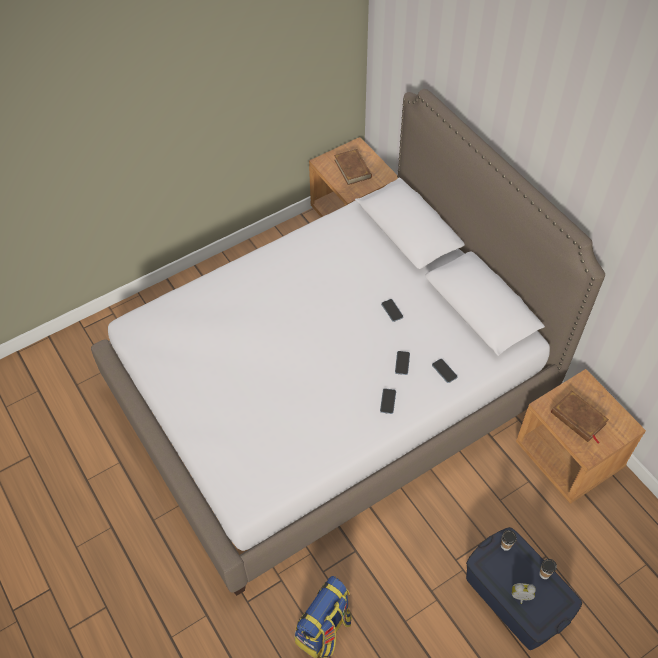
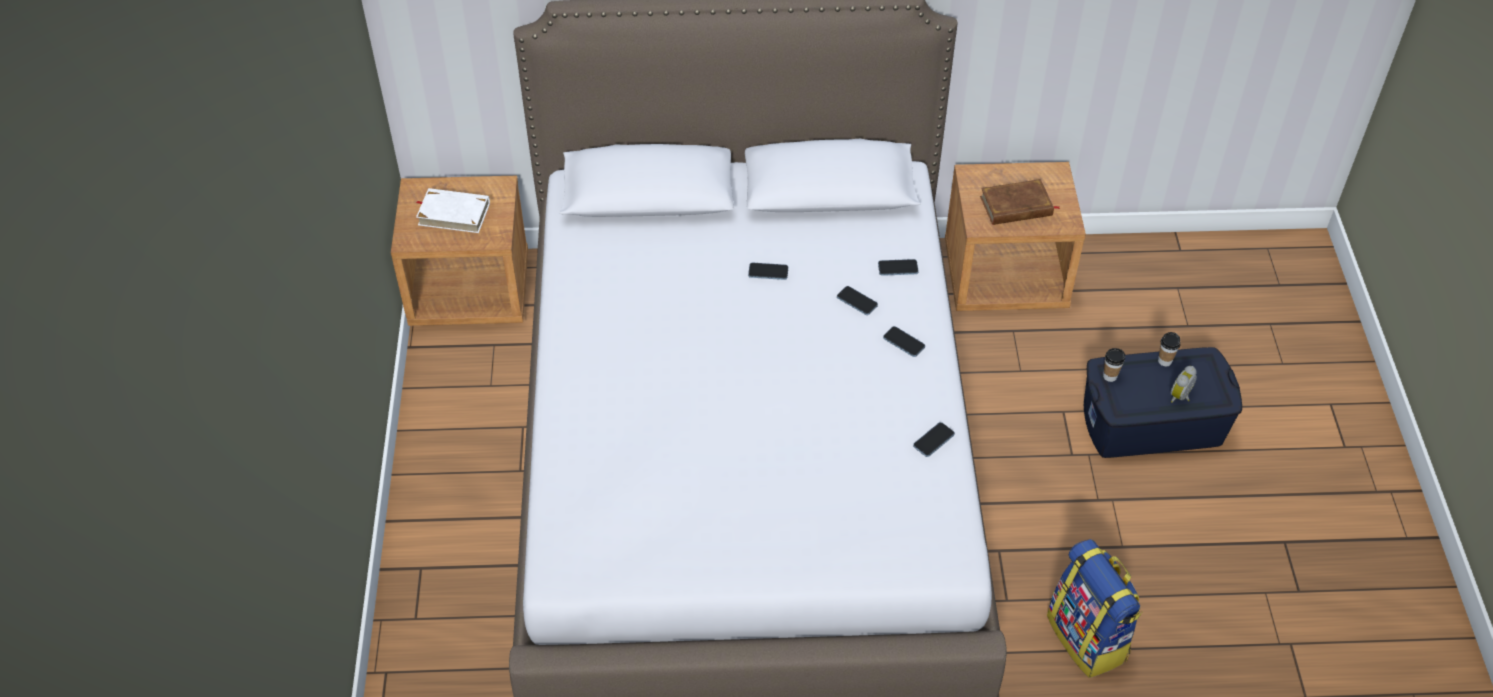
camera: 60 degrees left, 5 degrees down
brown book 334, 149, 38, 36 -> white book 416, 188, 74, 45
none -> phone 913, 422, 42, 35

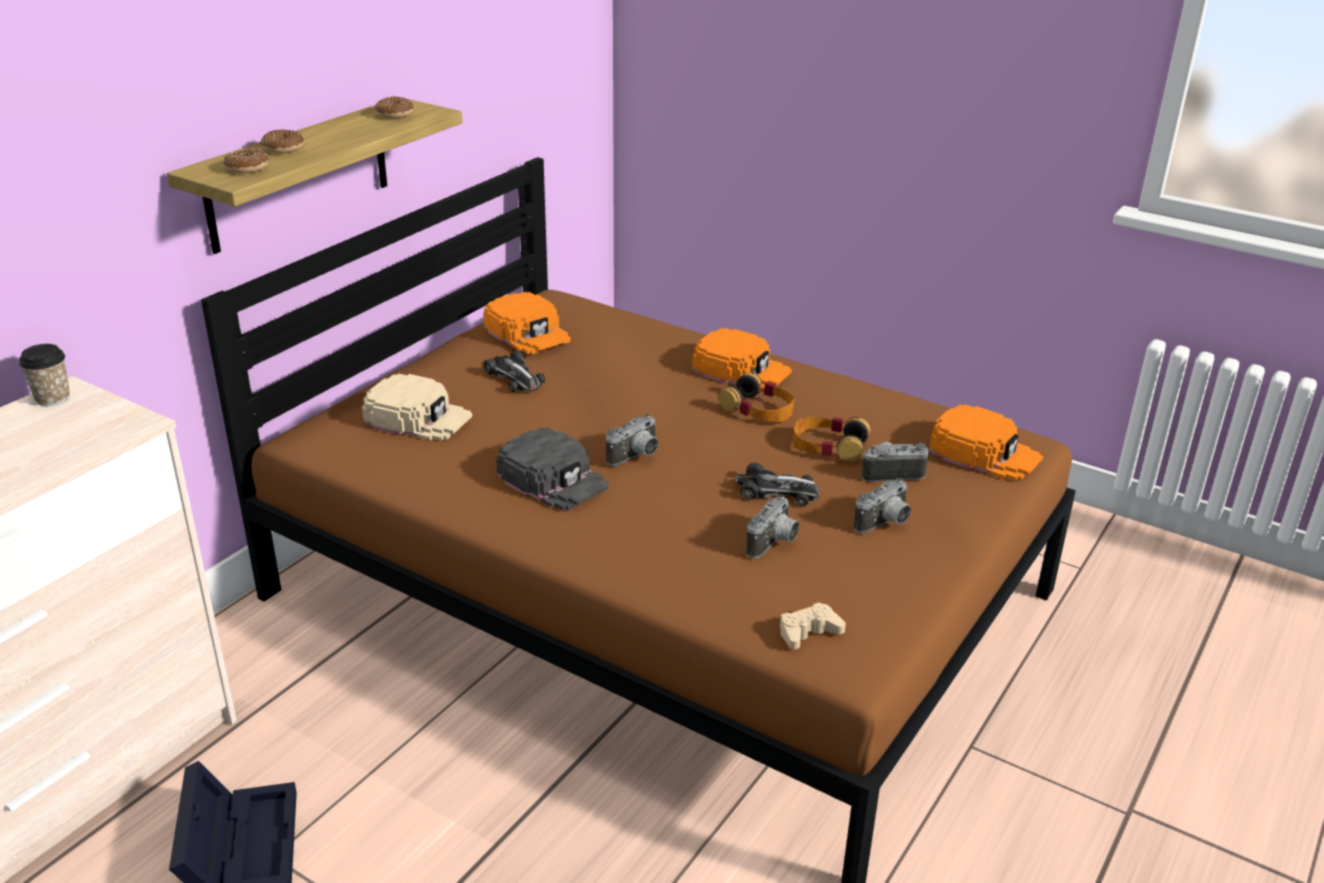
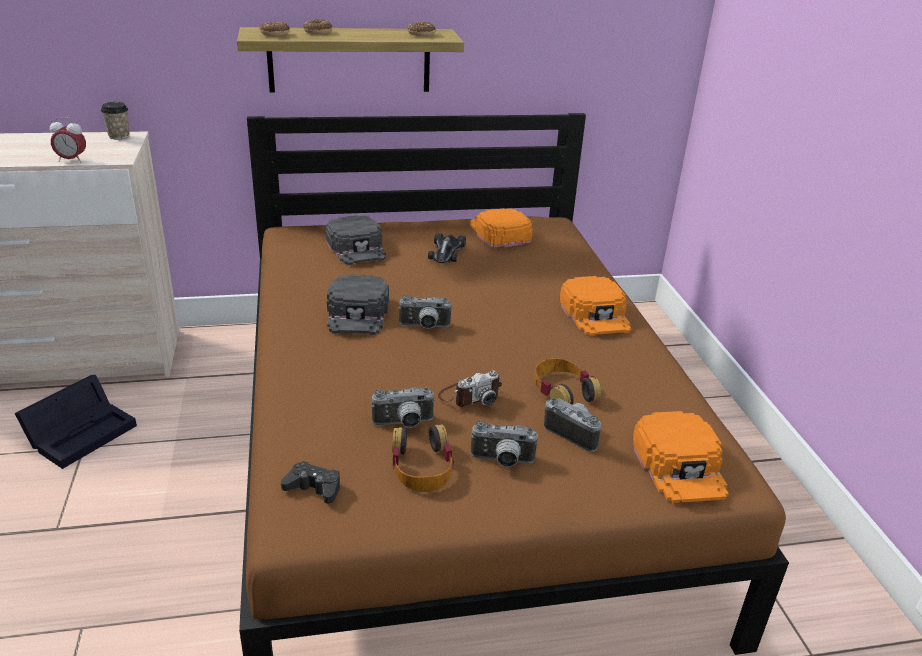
camera: 45 degrees right, 0 degrees up
orange cap 483, 292, 88, 62 -> orange cap 470, 208, 63, 40, 150 degrees clockwise
beige cap 362, 373, 110, 68 -> black cap 326, 215, 60, 50
headphones 719, 373, 75, 49 -> headphones 392, 425, 62, 67, relocated
toy car 734, 463, 86, 43 -> photo camera 438, 371, 64, 36
beige game controller 780, 602, 66, 47 -> black game controller 281, 461, 59, 43
none -> alarm clock 50, 117, 36, 46

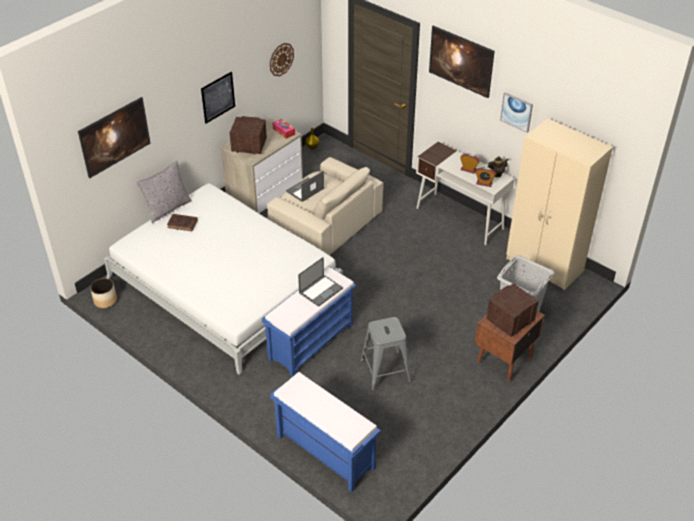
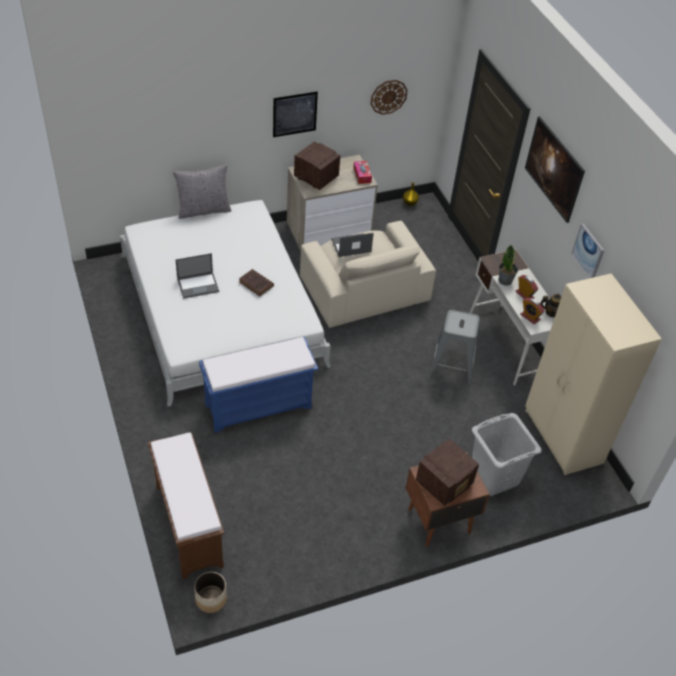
camera: 25 degrees right, 5 degrees up
picture 78, 97, 72, 81 -> none
brown book 167, 214, 31, 17 -> brown book 239, 269, 35, 28, relocated
laptop 298, 257, 45, 50 -> laptop 176, 253, 43, 46, relocated
planter 90, 278, 27, 30 -> planter 194, 572, 33, 41, relocated
radio 486, 283, 53, 54 -> radio 416, 439, 63, 67, 150 degrees clockwise
grey stool 361, 317, 50, 74 -> grey stool 429, 310, 51, 75, relocated
blue bench 270, 372, 111, 120 -> brown bench 148, 432, 76, 147
none -> potted plant 498, 245, 20, 41

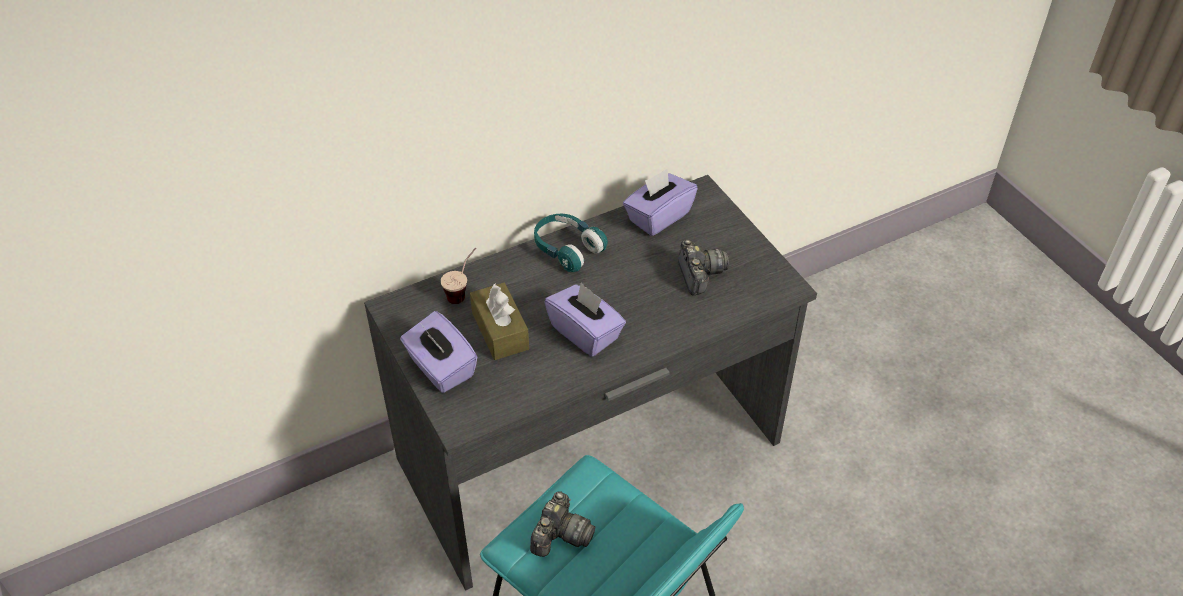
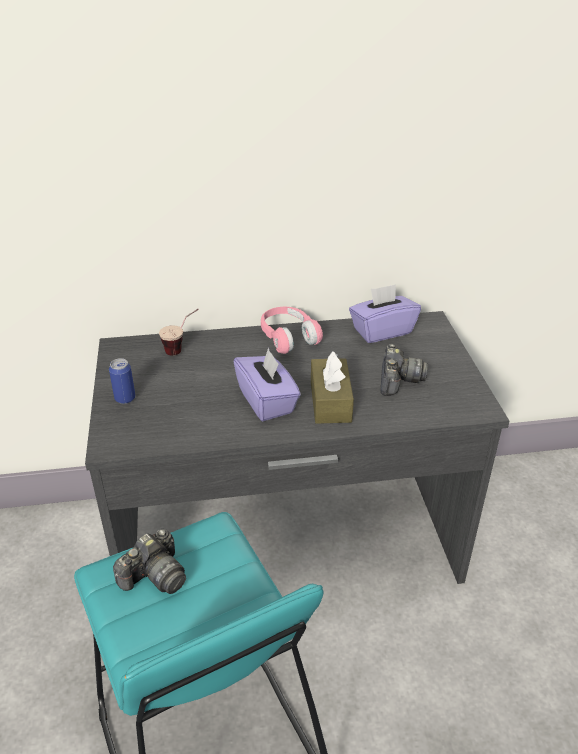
camera: 20 degrees right, 10 degrees down
turquoise headphones 534, 214, 74, 58 -> pink headphones 261, 307, 62, 47
brown tissue box 470, 283, 59, 77 -> brown tissue box 311, 351, 43, 73, relocated
purple tissue box 400, 311, 77, 82 -> can 109, 358, 26, 46

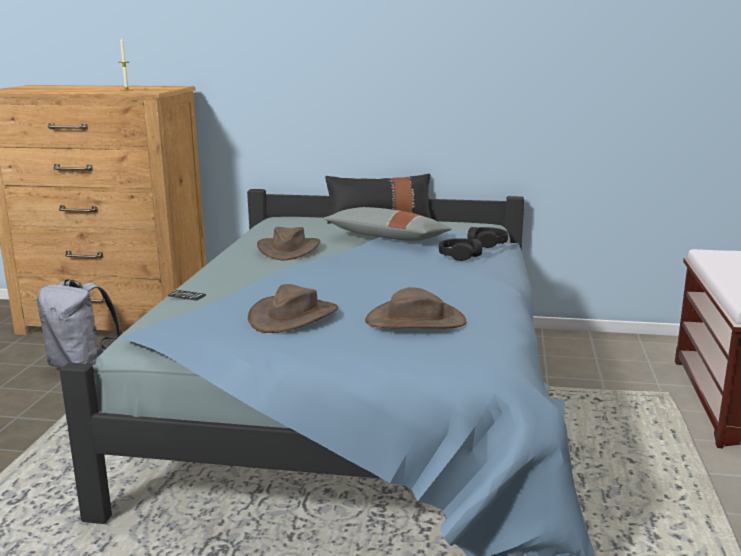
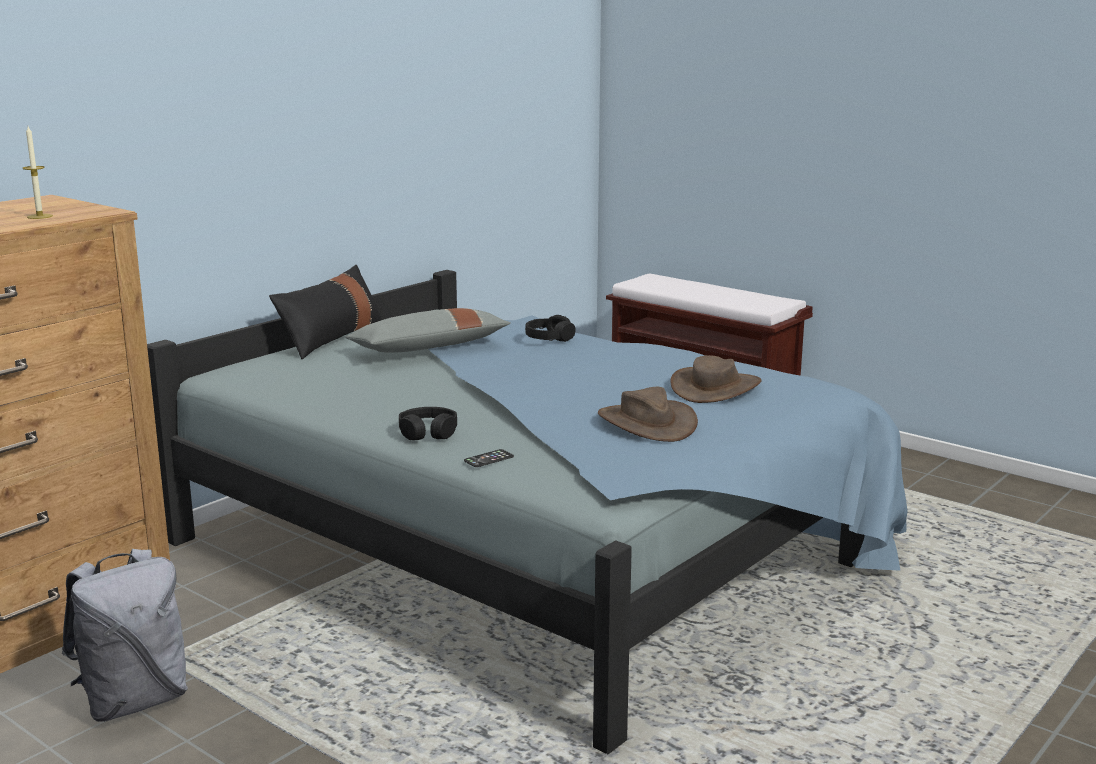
camera: 60 degrees left, 0 degrees up
brown hat 257, 227, 63, 33 -> none
black headphones 467, 227, 41, 21 -> black headphones 399, 407, 58, 33, relocated

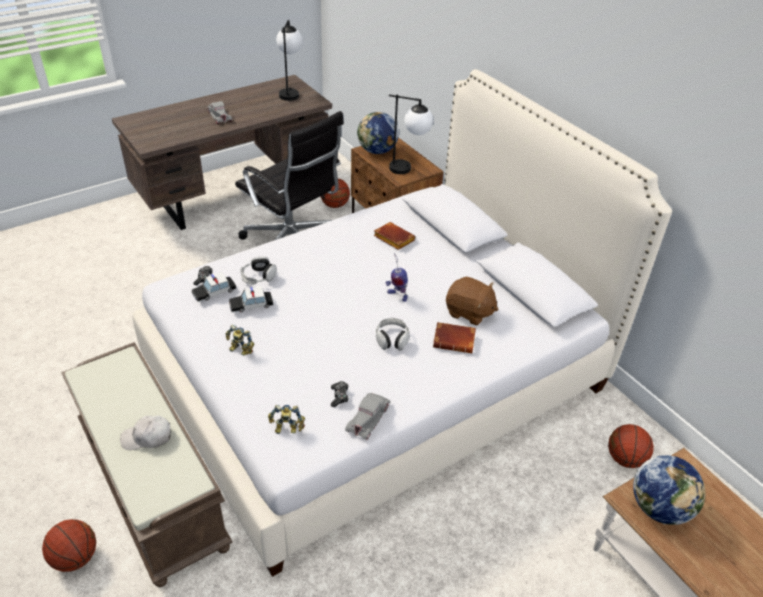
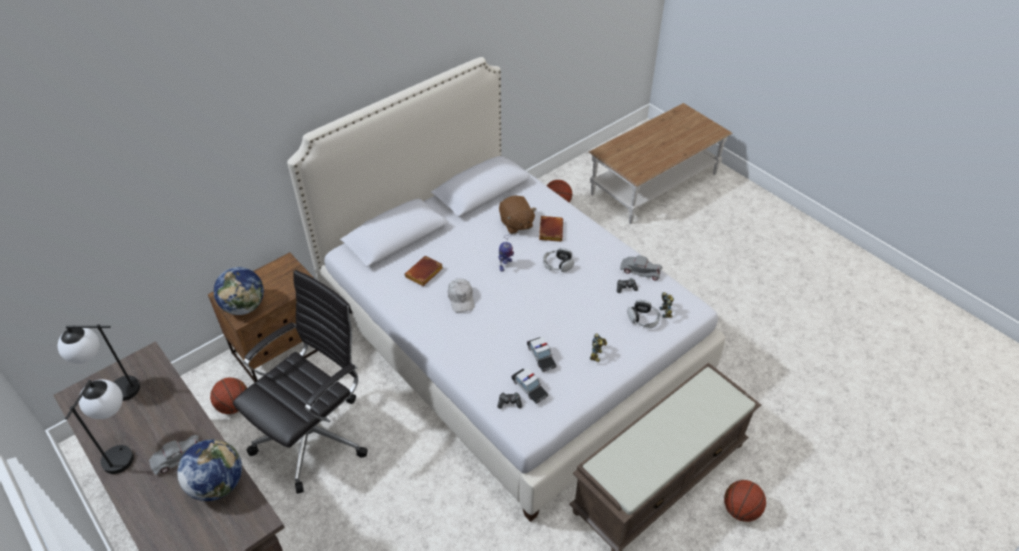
camera: 95 degrees left, 5 degrees up
table lamp 389, 94, 44, 80 -> table lamp 65, 379, 69, 95, relocated
headphones 240, 257, 37, 28 -> headphones 627, 300, 33, 28, relocated
brown plush toy 446, 277, 52, 49 -> brown plush toy 499, 196, 37, 38, 135 degrees clockwise
white cap 120, 415, 51, 35 -> white cap 448, 279, 26, 33, relocated
globe 633, 455, 72, 70 -> globe 177, 439, 65, 62, relocated

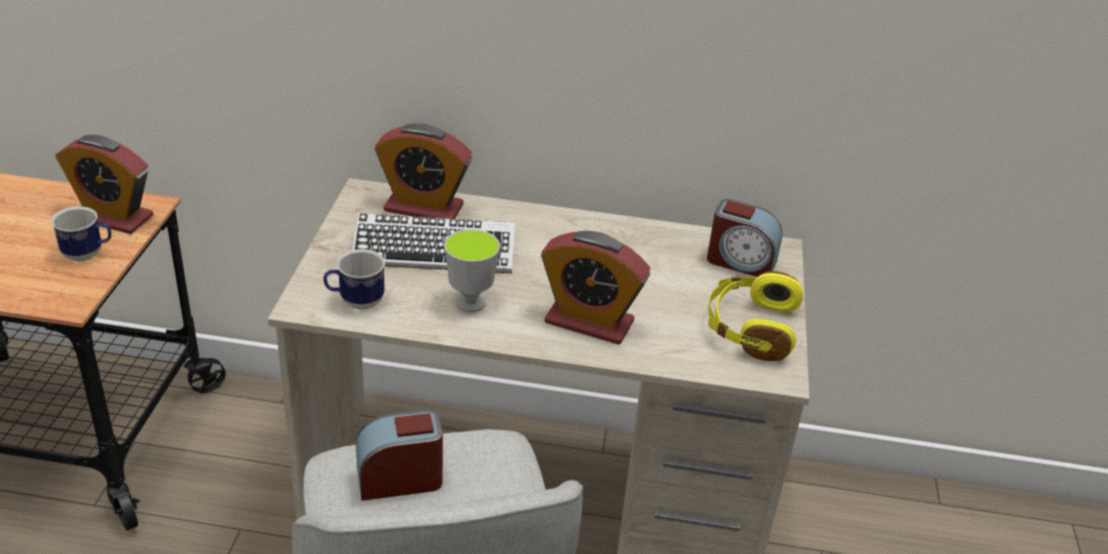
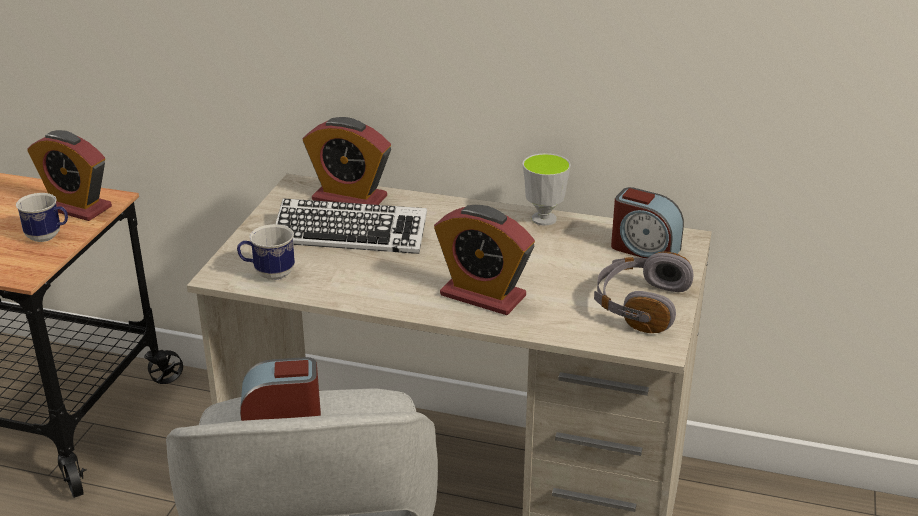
camera: 10 degrees right, 5 degrees down
cup 444, 229, 56, 83 -> cup 523, 153, 48, 73, relocated
yellow headphones 708, 271, 95, 90 -> grey headphones 594, 251, 99, 82

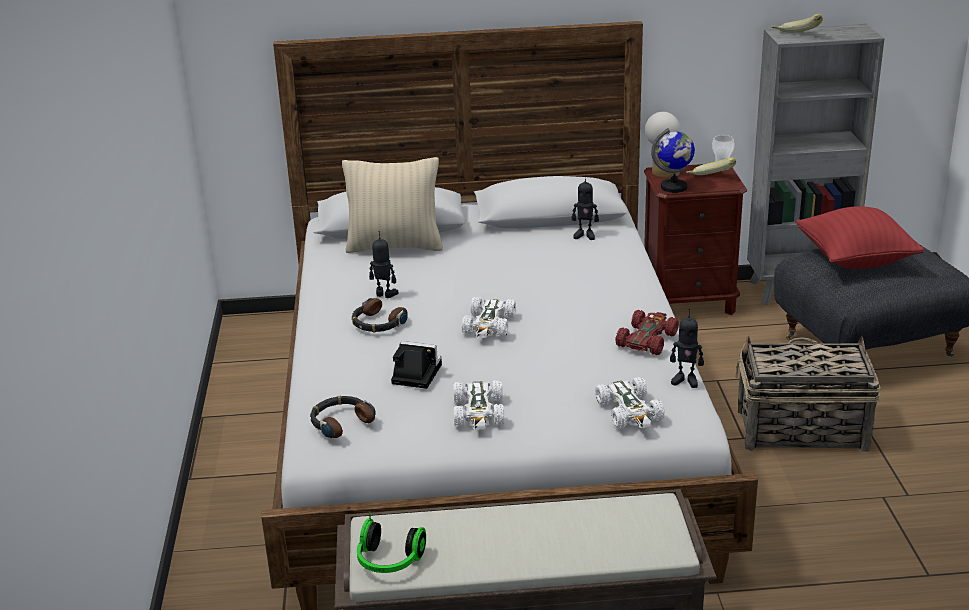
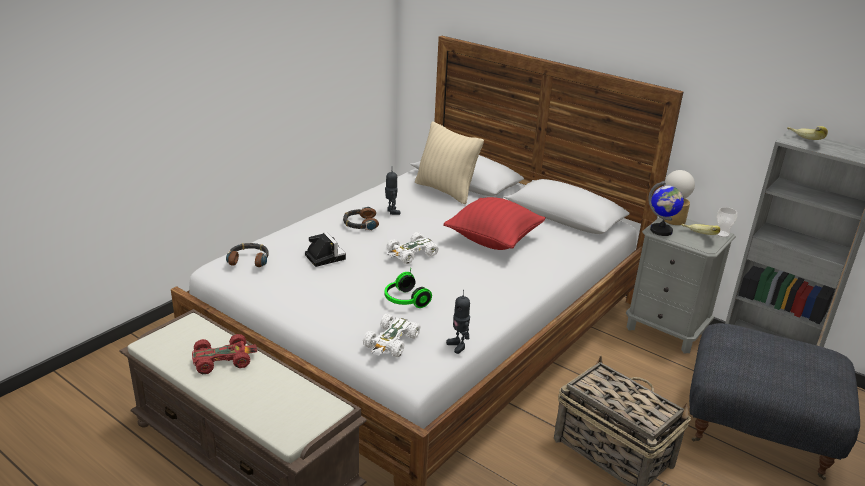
camera: 40 degrees right, 0 degrees up
brown nightstand 644, 164, 103, 151 -> grey nightstand 626, 217, 110, 136
toy robot 572, 174, 27, 66 -> none
red pillow 796, 206, 128, 63 -> red pillow 443, 197, 103, 53, relocated
red toy car 615, 310, 64, 45 -> red toy car 192, 334, 65, 40, relocated
white toy car 454, 380, 50, 50 -> none
headphones 357, 511, 69, 62 -> headphones 385, 268, 47, 40, relocated

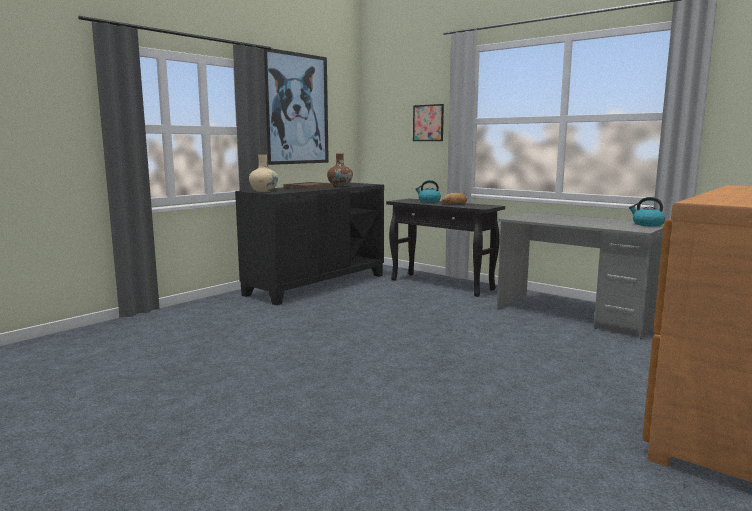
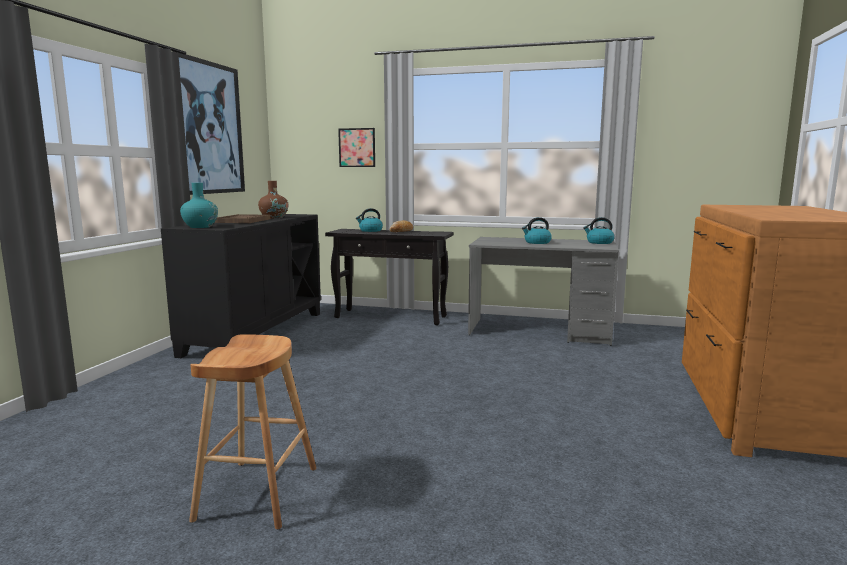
camera: 25 degrees left, 0 degrees up
beige vase 249, 155, 29, 37 -> turquoise vase 180, 183, 38, 45
none -> kettle 522, 217, 30, 27
none -> brown stool 189, 334, 128, 195

